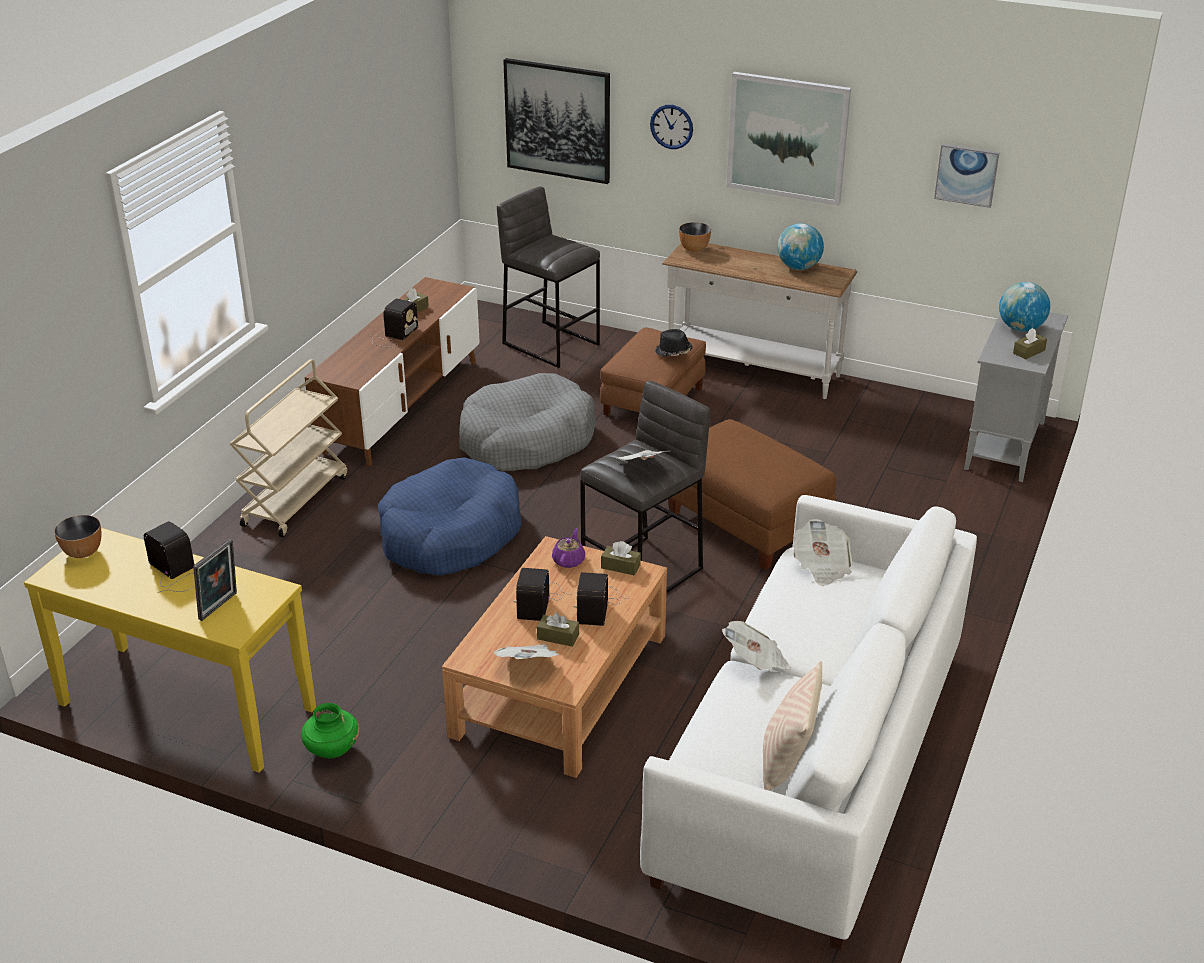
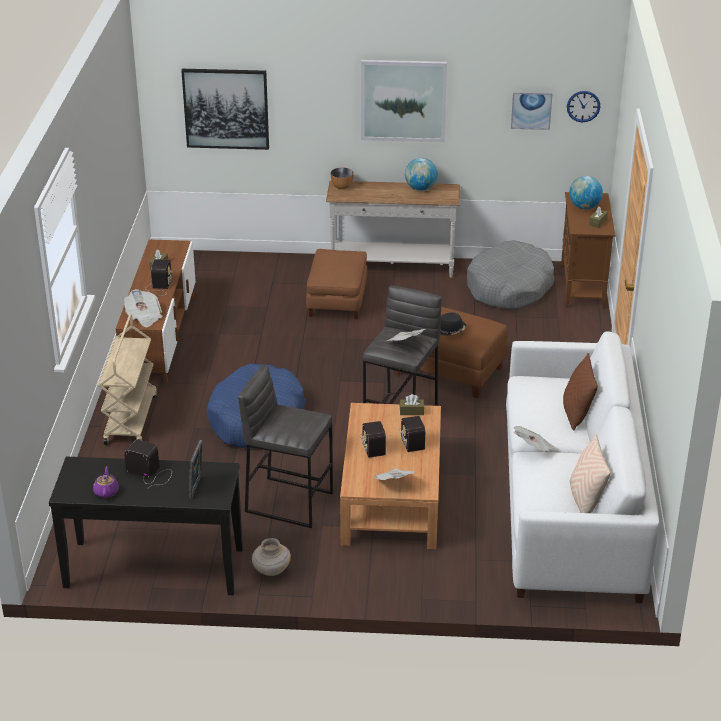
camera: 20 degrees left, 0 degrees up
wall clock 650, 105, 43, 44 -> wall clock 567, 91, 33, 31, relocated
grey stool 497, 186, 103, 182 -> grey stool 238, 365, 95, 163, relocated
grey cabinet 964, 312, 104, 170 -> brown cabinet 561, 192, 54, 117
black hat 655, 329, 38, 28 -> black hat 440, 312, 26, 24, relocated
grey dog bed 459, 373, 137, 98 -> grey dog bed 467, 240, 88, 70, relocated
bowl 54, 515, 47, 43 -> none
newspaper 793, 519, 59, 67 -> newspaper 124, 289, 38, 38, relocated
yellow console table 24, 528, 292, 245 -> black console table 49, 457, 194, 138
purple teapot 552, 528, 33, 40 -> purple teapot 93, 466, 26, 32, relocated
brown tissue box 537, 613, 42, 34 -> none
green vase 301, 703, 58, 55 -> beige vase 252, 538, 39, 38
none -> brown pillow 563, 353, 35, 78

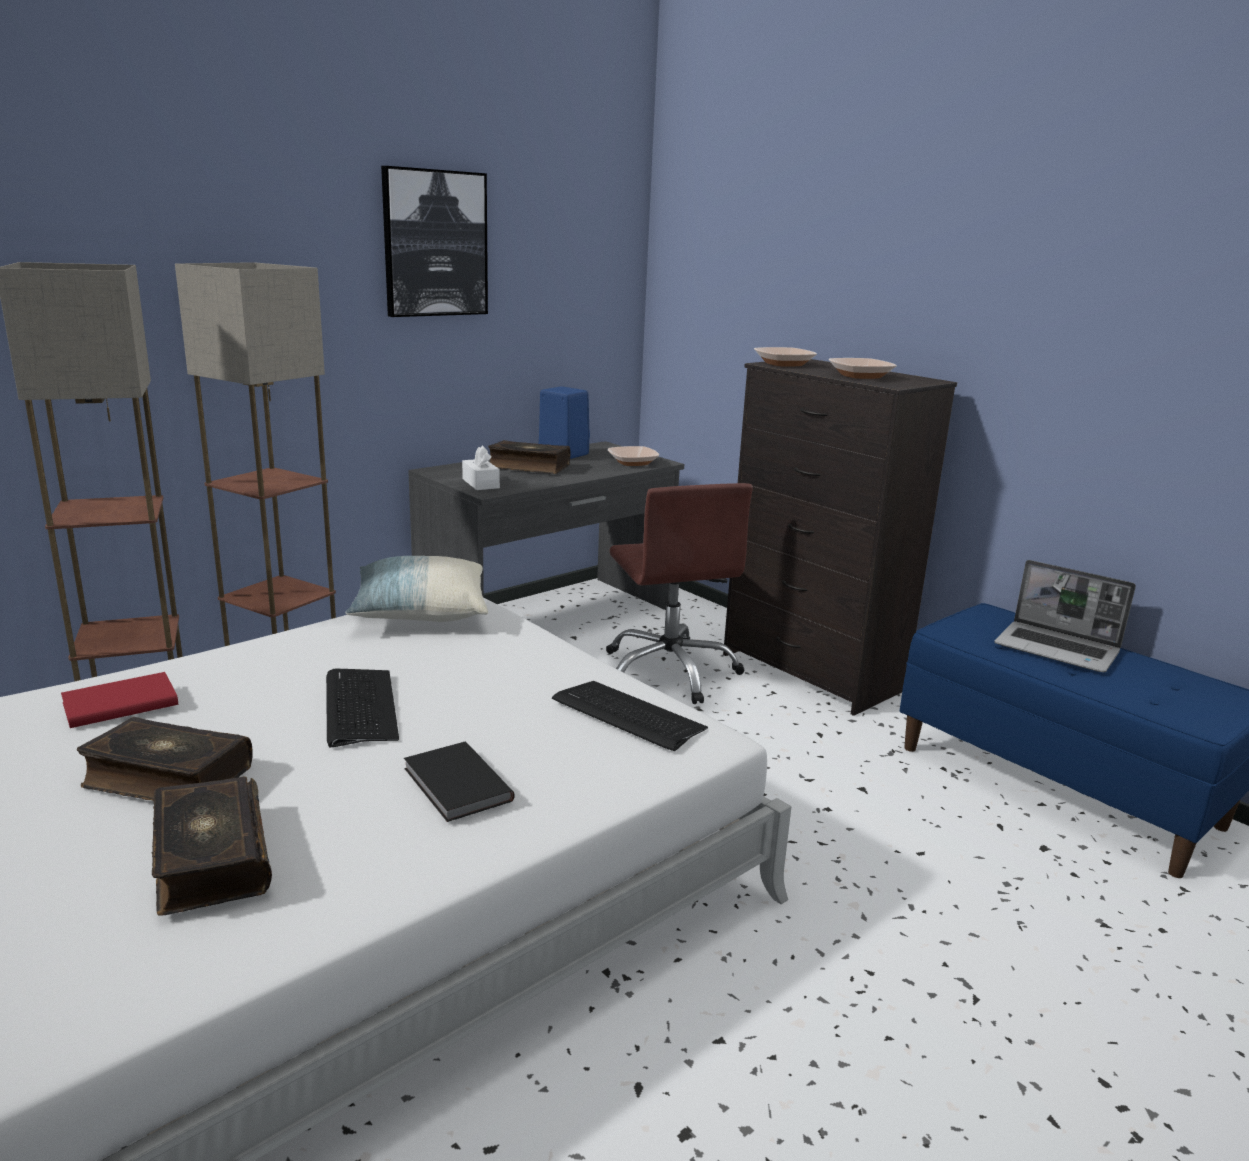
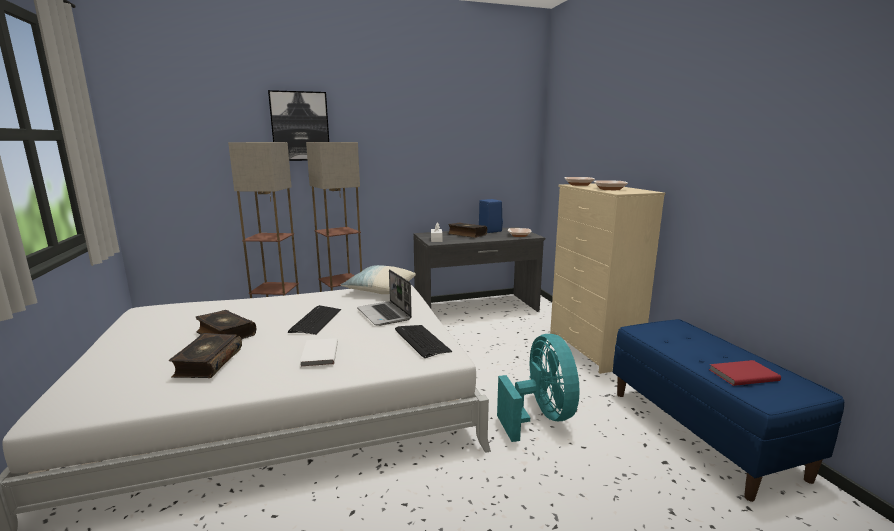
camera: 25 degrees right, 5 degrees down
picture 381, 166, 107, 151 -> picture 268, 90, 61, 71, relocated
black dresser 723, 359, 234, 357 -> beige dresser 550, 183, 115, 191
brown office chair 606, 483, 147, 221 -> none
laptop 994, 560, 142, 112 -> laptop 357, 269, 55, 57, relocated
red book 61, 672, 117, 56 -> red book 709, 360, 72, 26, relocated
black book 404, 742, 110, 80 -> white book 300, 338, 38, 29
none -> turquoise fan 497, 334, 83, 108

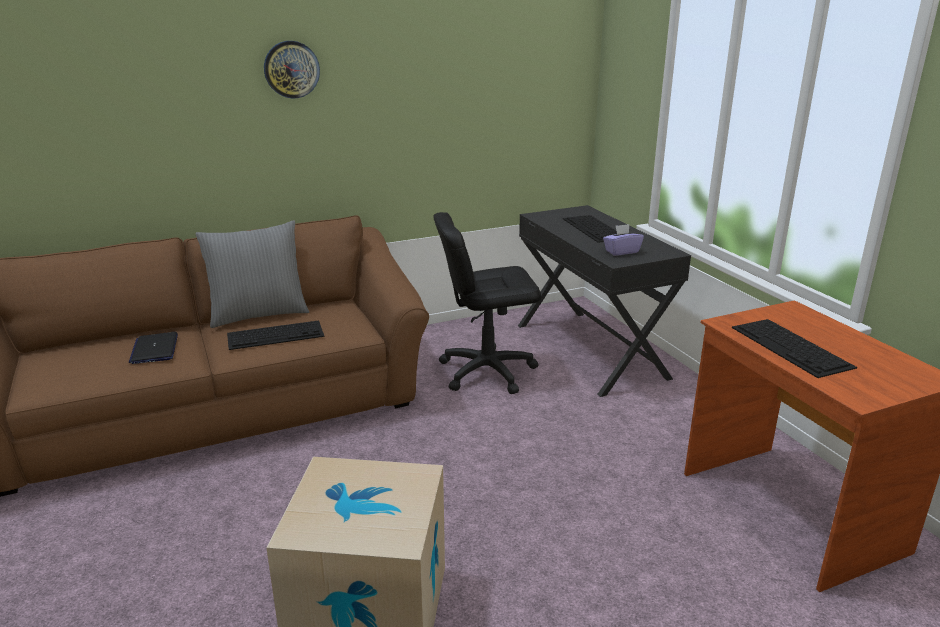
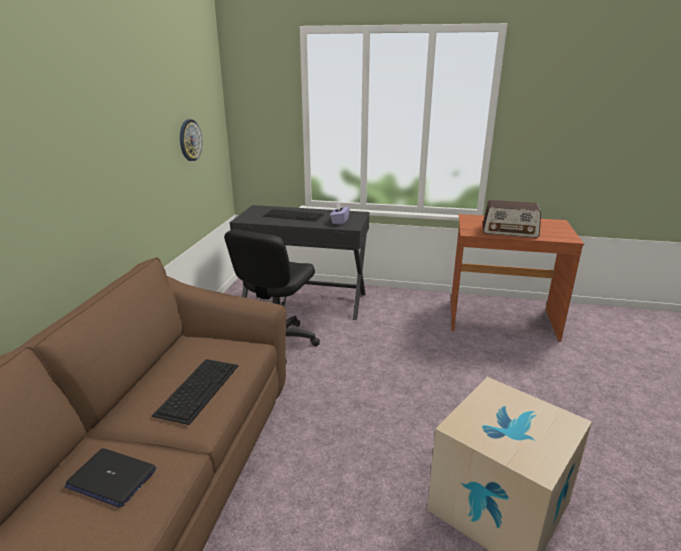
camera: 55 degrees left, 0 degrees up
wall clock 264, 41, 56, 58 -> wall clock 180, 119, 22, 42, relocated
grey pillow 195, 220, 114, 108 -> none
keyboard 732, 319, 125, 59 -> radio 483, 200, 58, 38

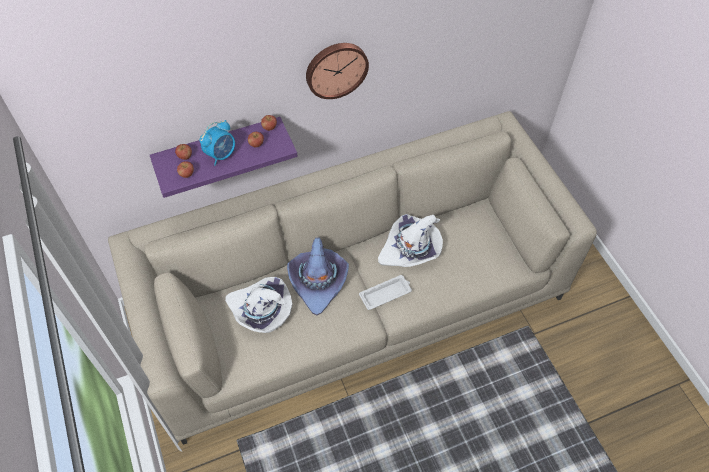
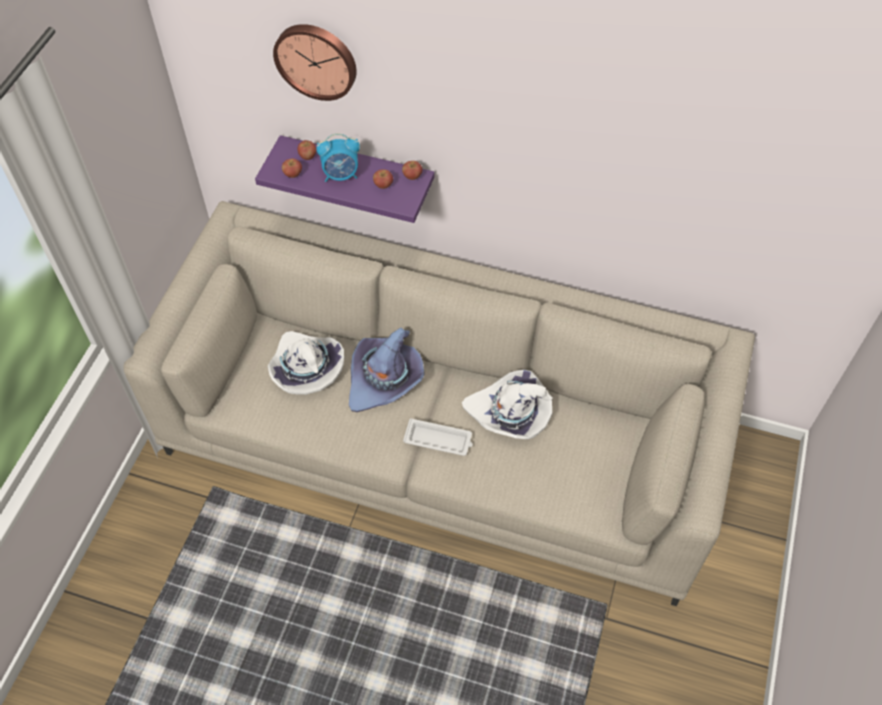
camera: 40 degrees right, 0 degrees up
wall clock 306, 43, 63, 56 -> wall clock 273, 24, 84, 77, relocated

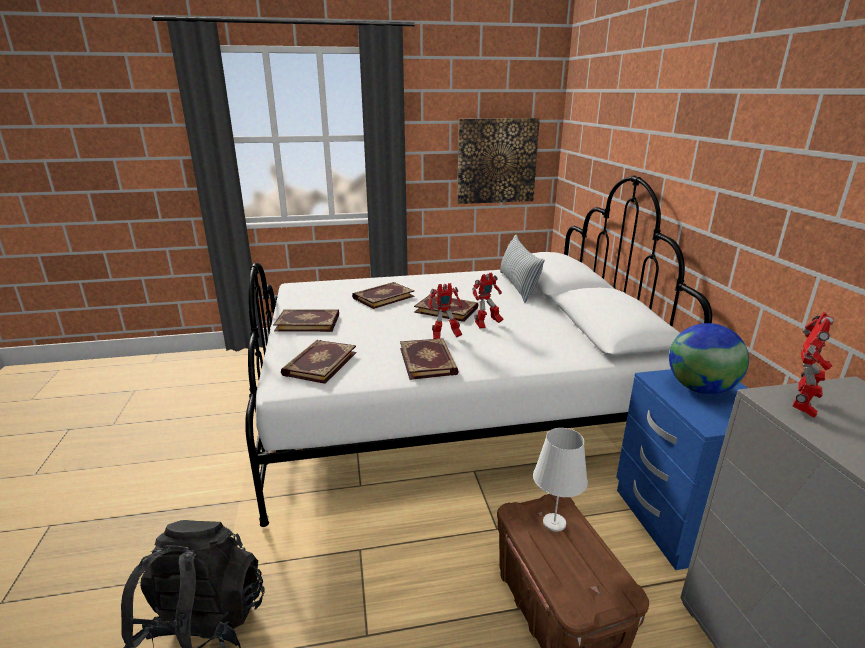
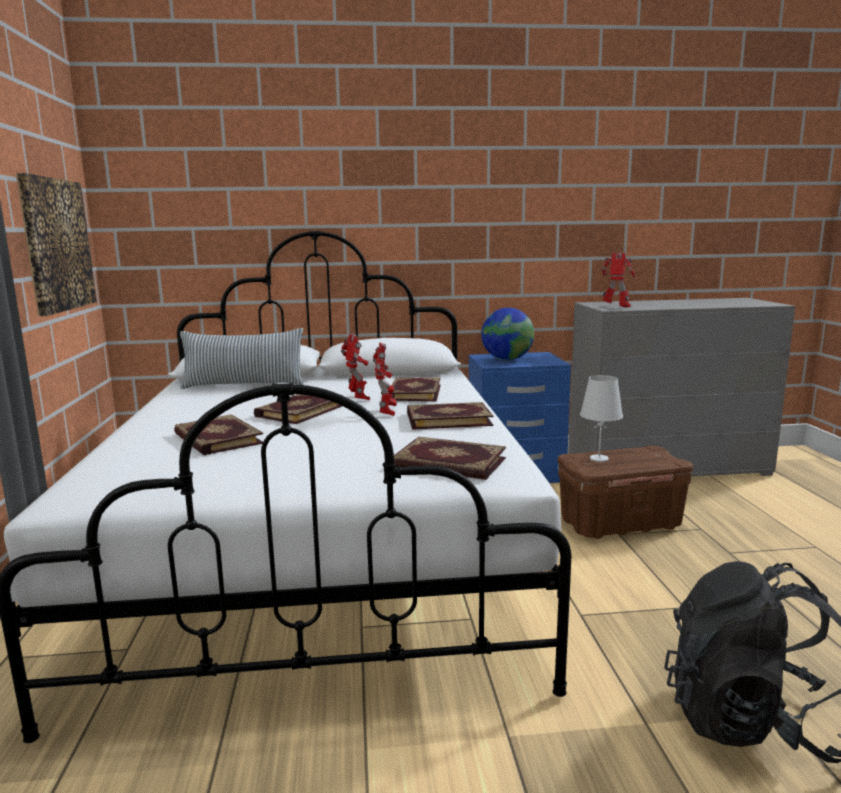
camera: 85 degrees left, 10 degrees down
book 273, 310, 66, 22 -> book 392, 377, 49, 24, relocated

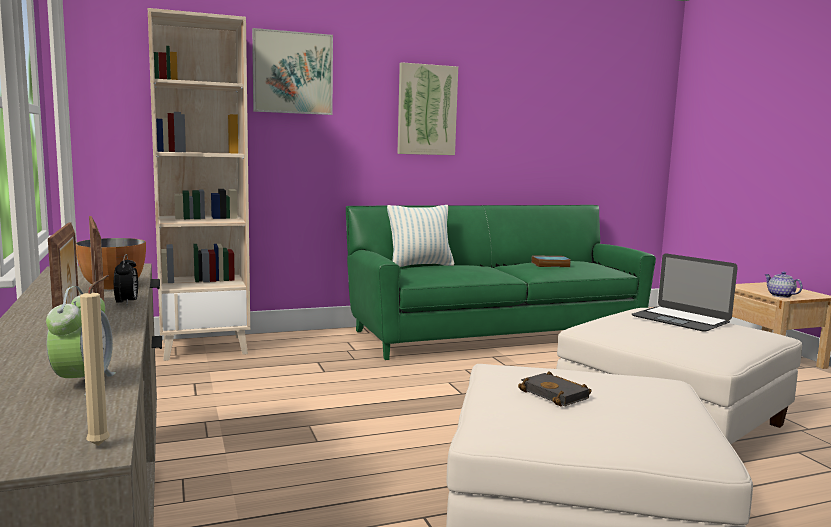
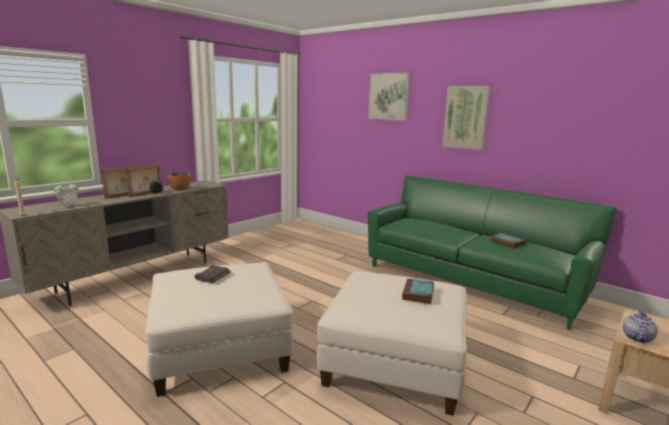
camera: 60 degrees right, 5 degrees up
beige bookcase 148, 8, 102, 353 -> none
pillow 387, 205, 67, 62 -> none
laptop 632, 253, 106, 79 -> book 402, 278, 32, 26

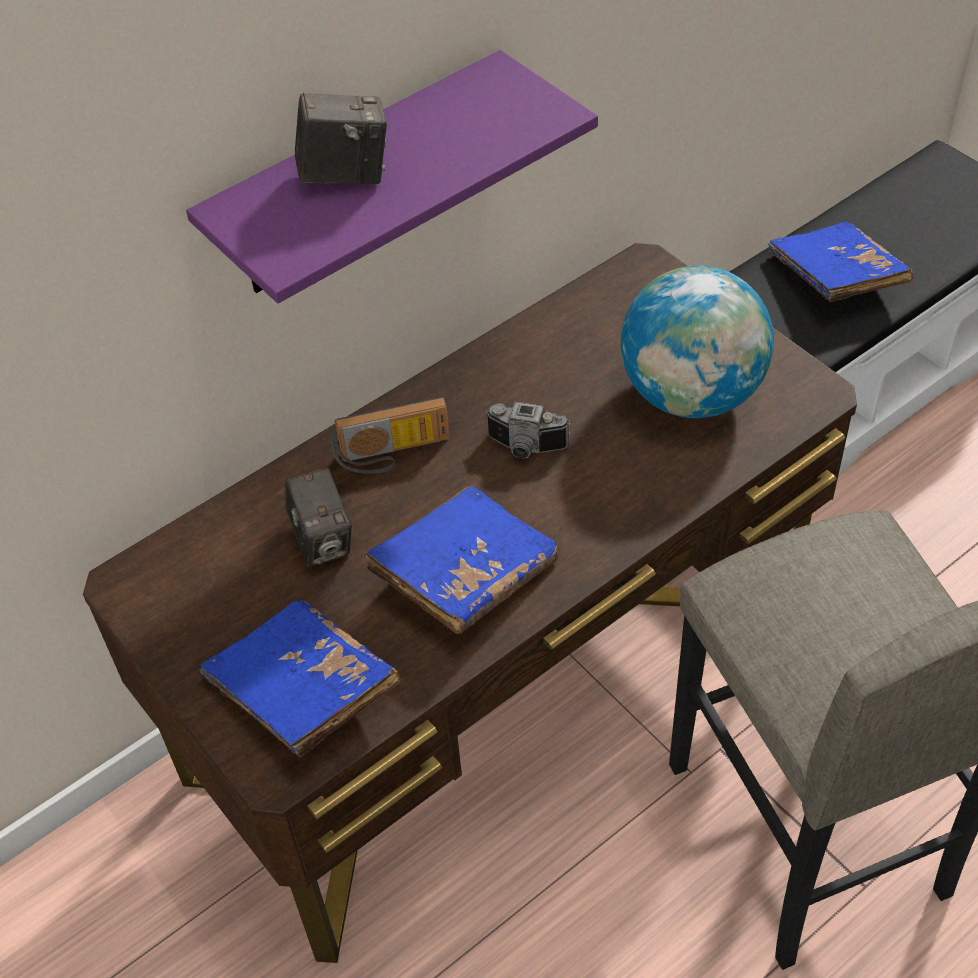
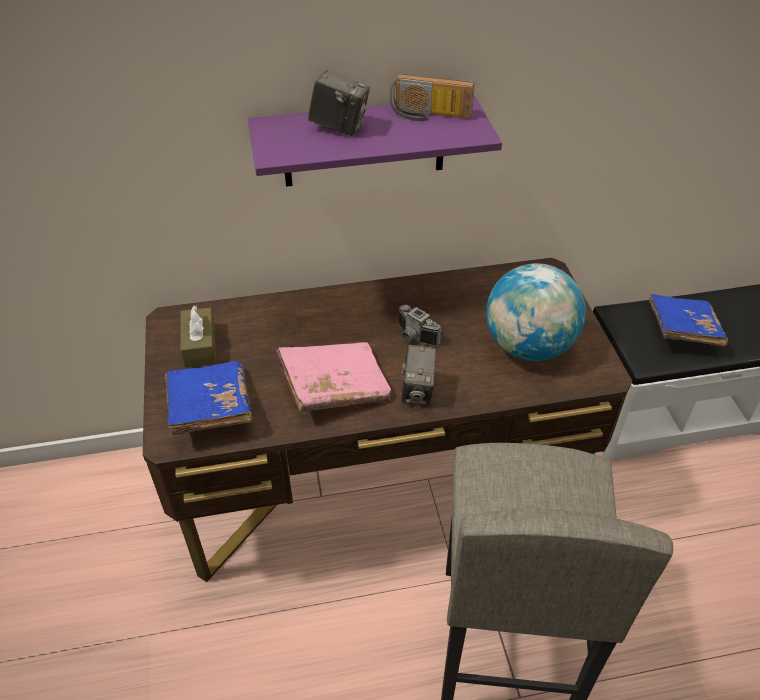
camera: 25 degrees right, 5 degrees down
radio 330, 397, 120, 77 -> radio 390, 74, 85, 47, relocated
photo camera 285, 467, 67, 100 -> photo camera 401, 345, 36, 60, relocated
blue book 365, 486, 193, 148 -> pink book 277, 342, 114, 70
none -> brown tissue box 180, 305, 36, 63

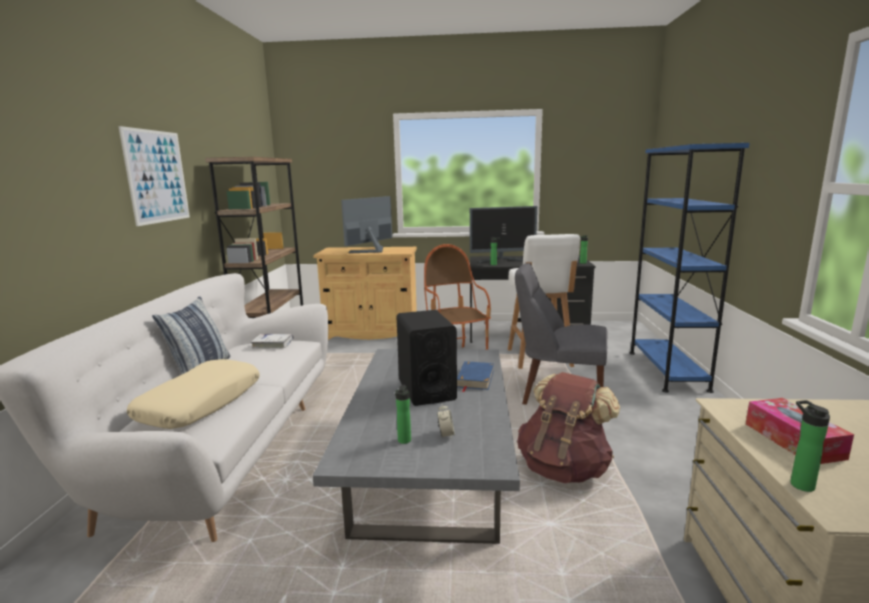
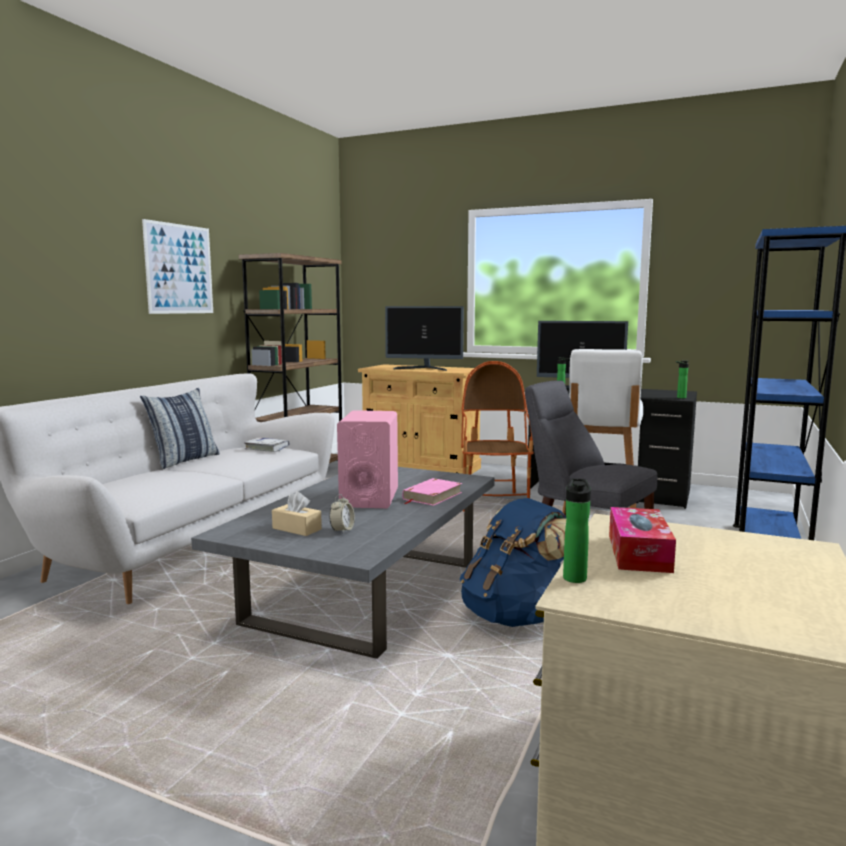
camera: 20 degrees right, 5 degrees down
monitor 341, 196, 51, 57 -> monitor 385, 306, 79, 65, 135 degrees counterclockwise
black speaker 396, 310, 61, 96 -> pink speaker 337, 410, 61, 98
beige pillow 127, 359, 132, 70 -> none
blue book 457, 361, 37, 31 -> pink book 402, 478, 60, 28
brown backpack 517, 372, 103, 111 -> blue backpack 460, 498, 106, 129
bottle 395, 385, 16, 59 -> beige tissue box 272, 491, 50, 45

